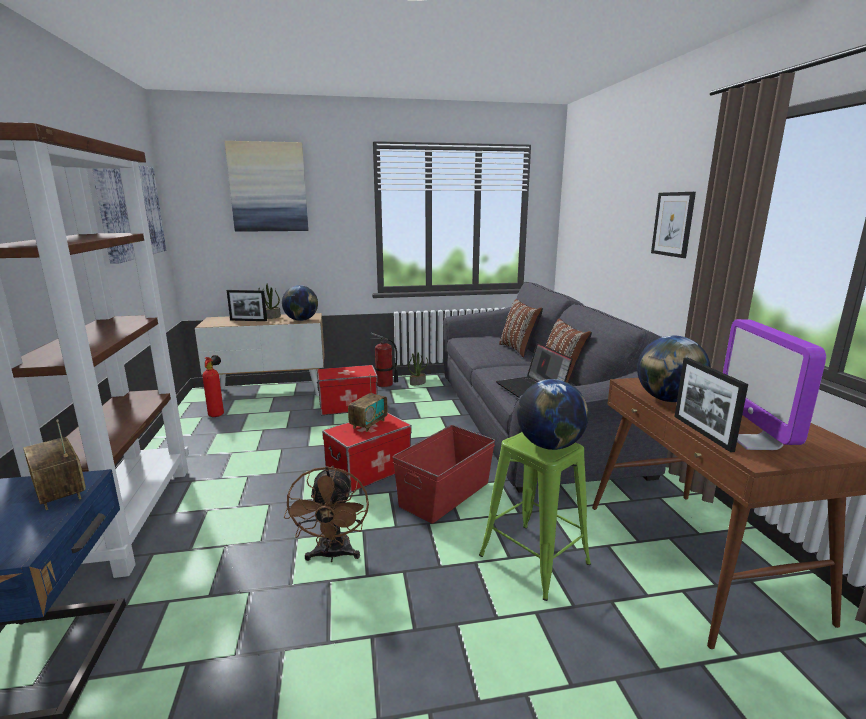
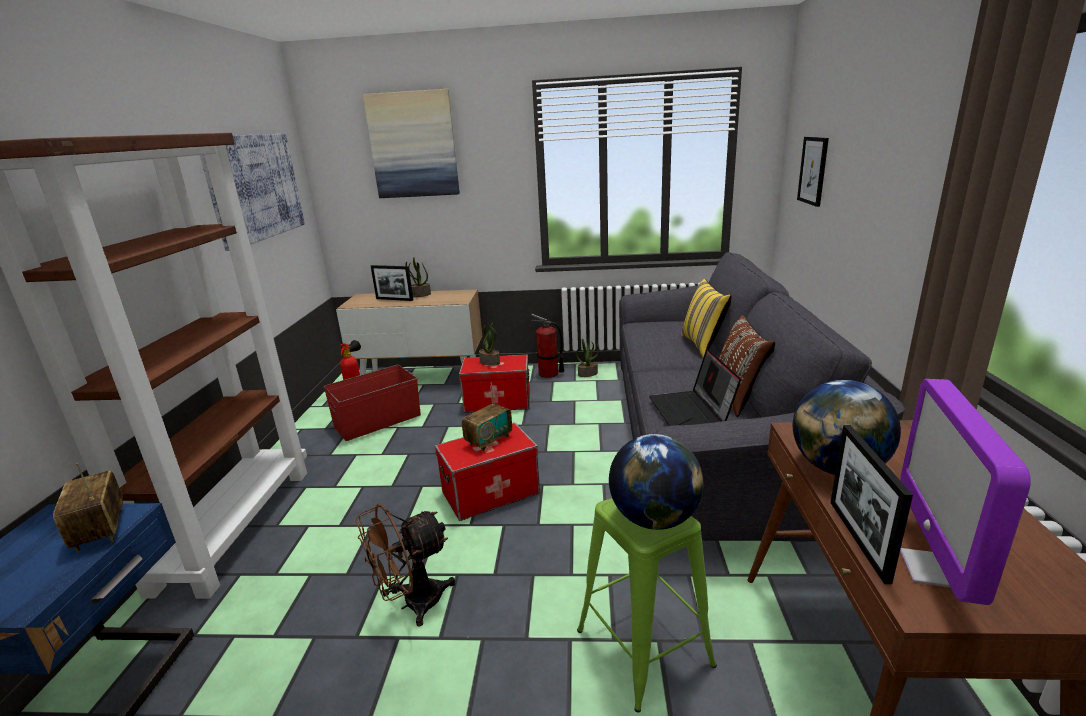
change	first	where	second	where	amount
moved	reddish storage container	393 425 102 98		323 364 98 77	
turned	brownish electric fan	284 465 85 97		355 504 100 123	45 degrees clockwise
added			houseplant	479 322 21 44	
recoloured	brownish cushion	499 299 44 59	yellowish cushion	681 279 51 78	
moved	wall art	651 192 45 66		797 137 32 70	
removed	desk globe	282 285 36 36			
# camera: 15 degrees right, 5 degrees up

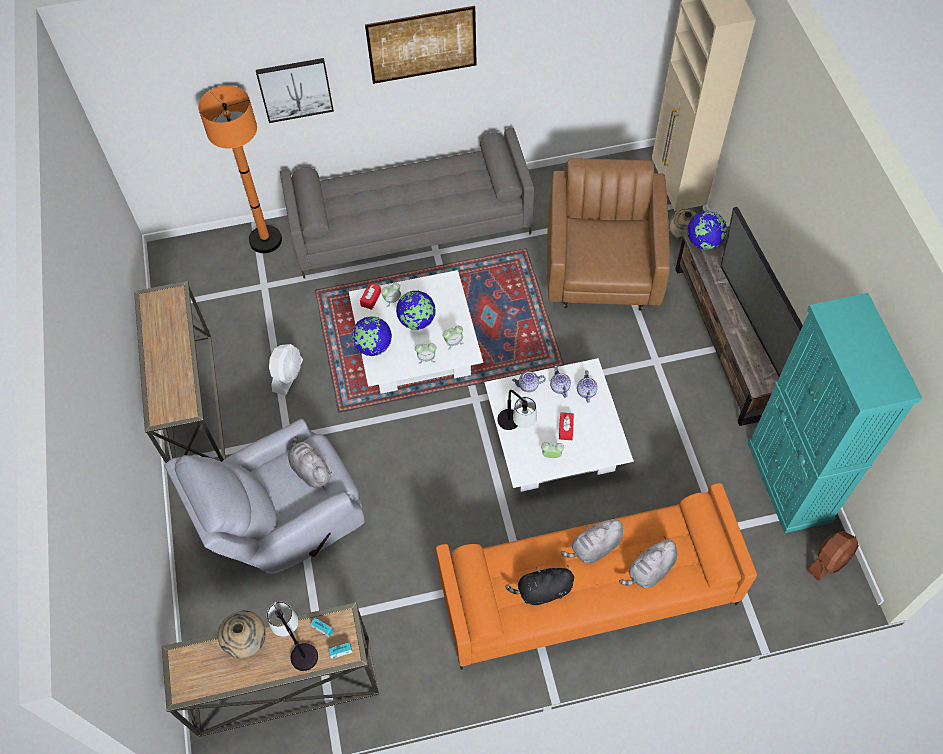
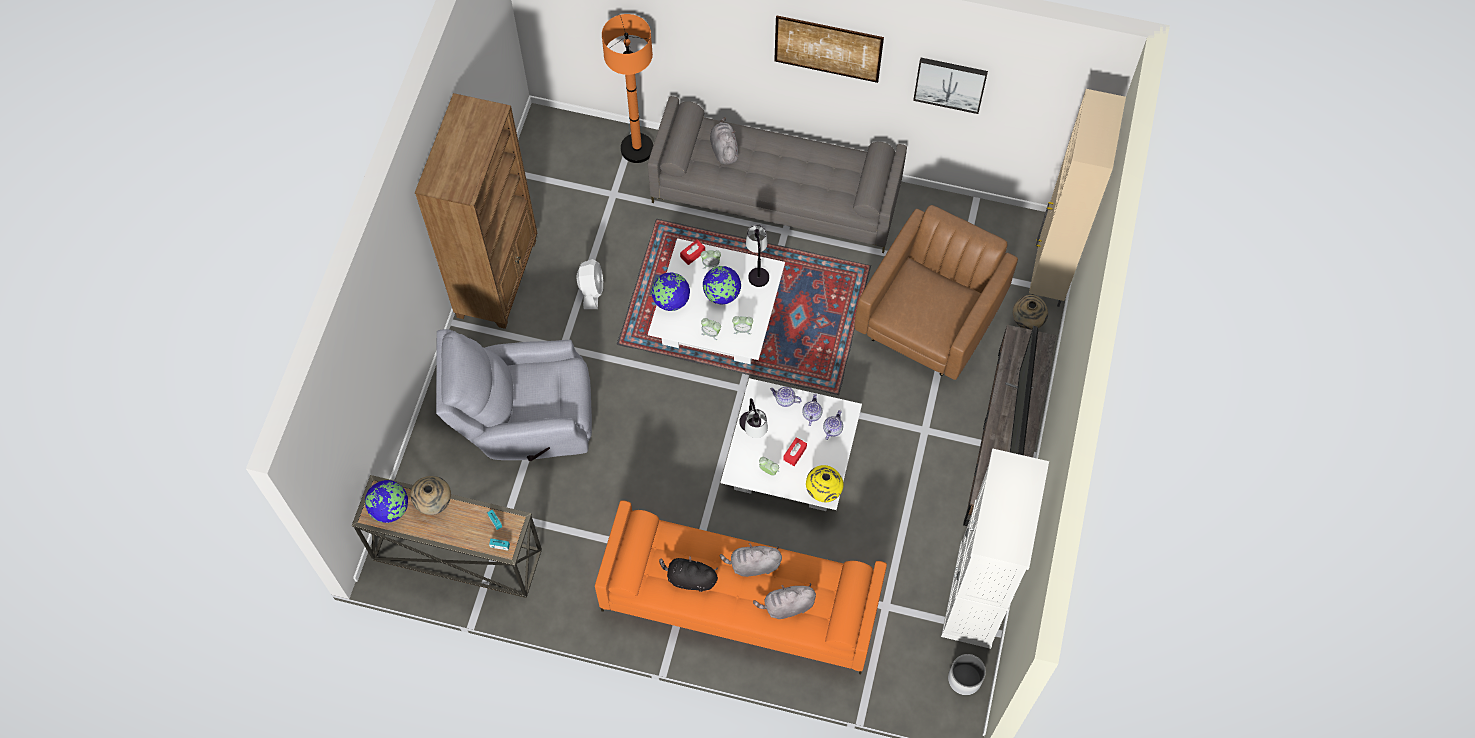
change	first	where	second	where	amount
moved	desk globe	688 211 39 39		365 480 43 43	
replaced	narrow table	134 281 92 182	brownish bookcase	415 93 122 236	
turned	whitish electric fan	269 344 34 52		576 259 27 50	45 degrees counterclockwise
moved	greyish soft toy	288 436 44 52		710 117 29 48	
moved	table lamp	267 601 51 70		746 225 23 62	
added			yellowish decorative vase	806 465 37 37	
moved	wall art	256 58 78 65		913 58 75 56	
recoloured	turquoise-coloured cupboard	748 293 174 240	whitish cupboard	941 449 108 200	
replaced	brownish electric fan	807 531 52 50	whitish planter	948 654 38 41	
# camera: 25 degrees right, 5 degrees up

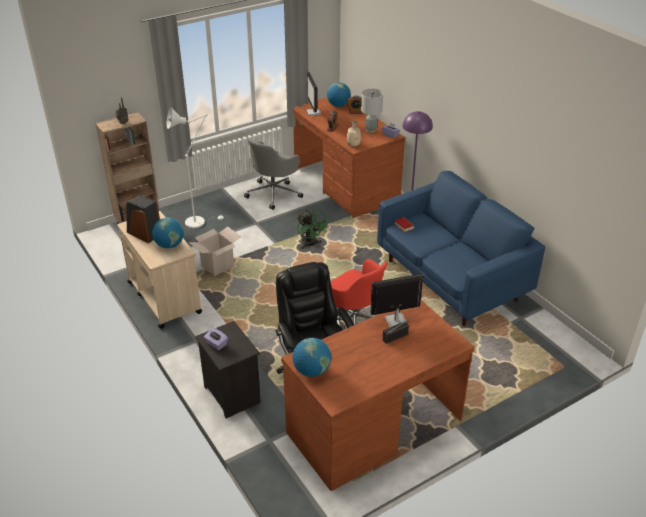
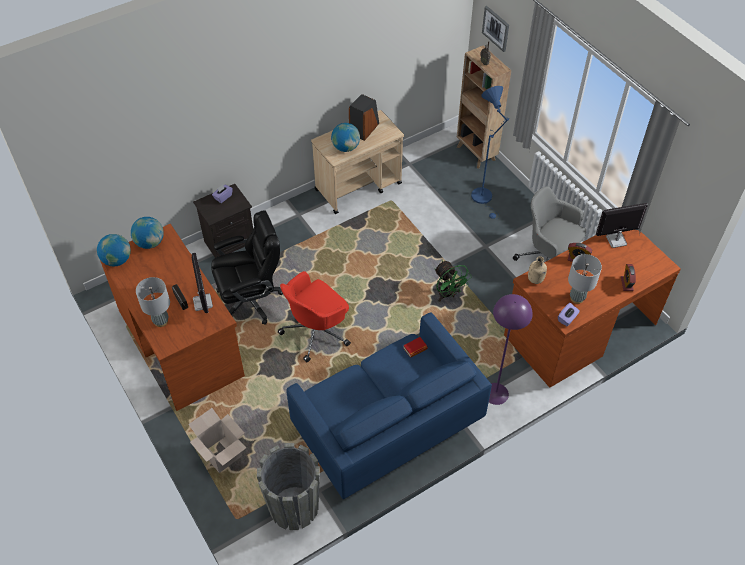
change	first	where	second	where	amount
moved	desk globe	327 82 24 25		97 234 34 32	
added			greyish table lamp	136 277 34 50	
moved	cardboard box	189 227 52 49		188 408 58 65	
added			greyish planter	257 443 63 87	
turned	green electric fan	297 209 33 40		435 261 37 41	90 degrees counterclockwise
recoloured	whitish standing lamp	167 108 57 120	blue standing lamp	471 86 38 133	
added			wall art	482 6 27 46	
# camera: 90 degrees right, 15 degrees up

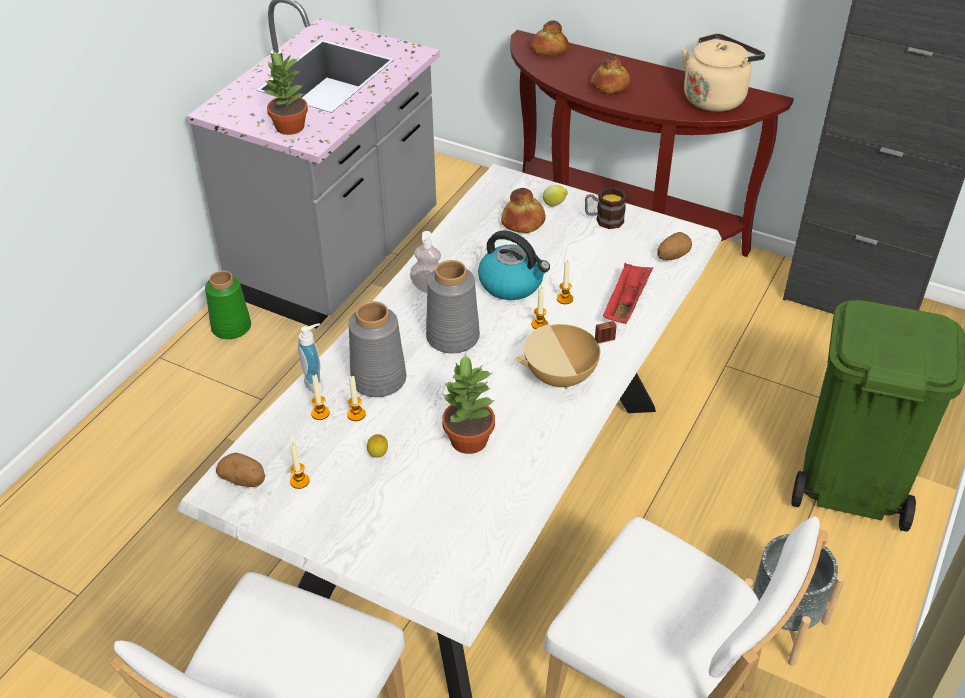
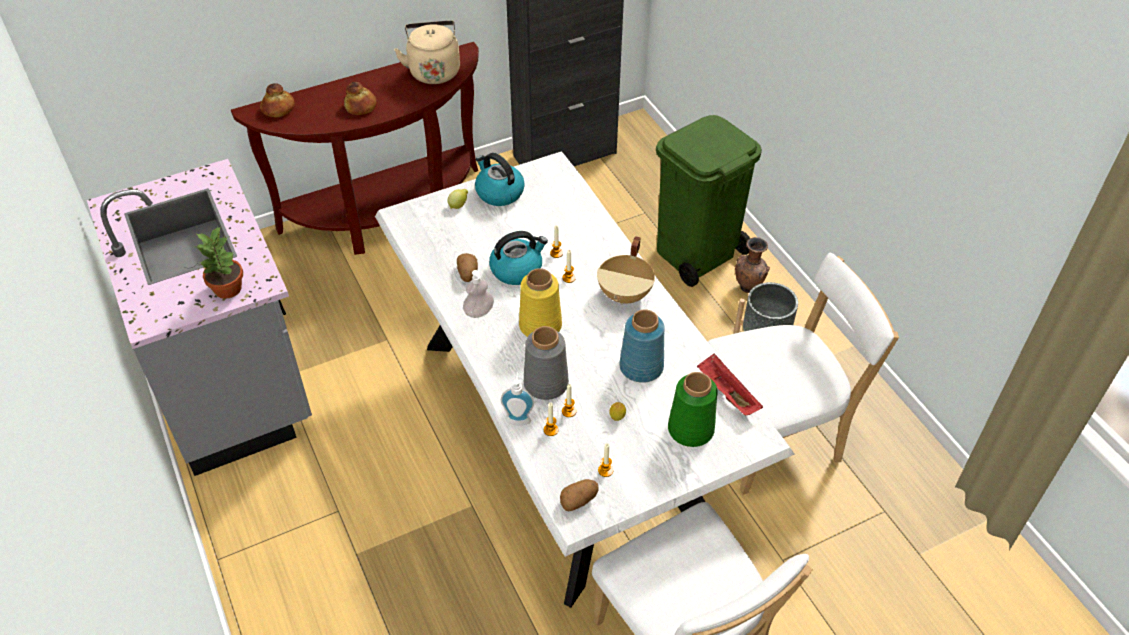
change	first	where	second	where	amount
moved	potato	657 232 35 28		457 253 21 29	
replaced	coffee mug	585 187 42 42	kettle	475 153 50 53	
recoloured	greyish decorative vase	426 260 54 93	yellowish decorative vase	519 268 43 69	
replaced	houseplant	442 354 53 100	blue decorative vase	619 309 46 74	
moved	green decorative vase	205 271 46 68		668 372 50 75	
moved	reddish tray	603 263 50 61		697 353 66 62	
added			brownish decorative vase	735 237 35 56	
removed	bakery bread	501 188 44 45			
# camera: 55 degrees left, 5 degrees up

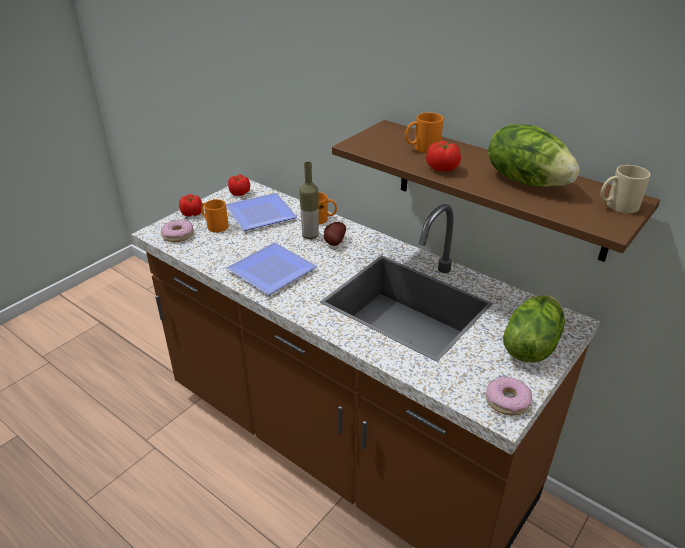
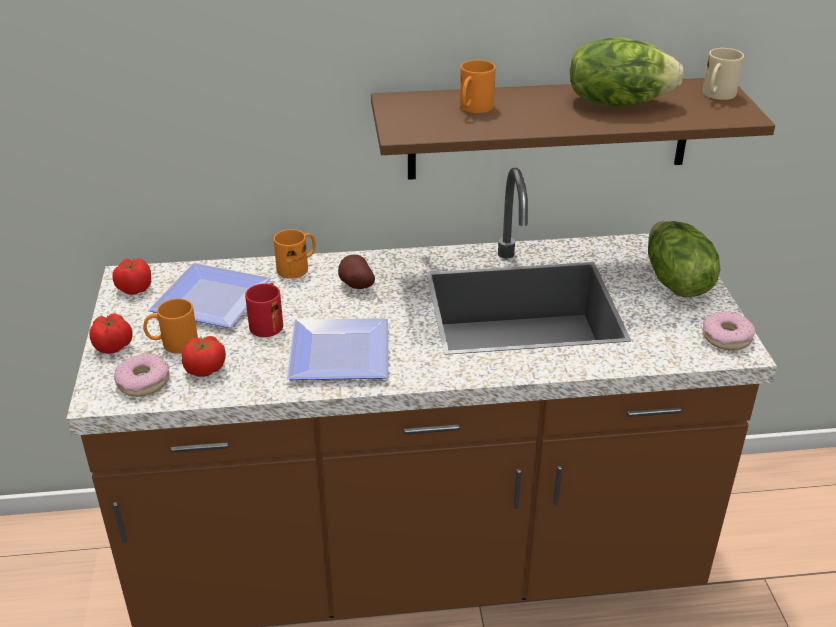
change	first	where	second	where	amount
moved	fresh tomato	426 141 35 31		182 336 44 41	
added			reddish coffee mug	245 283 38 54	
removed	beverage bottle	299 162 20 77			
# camera: 45 degrees left, 0 degrees up

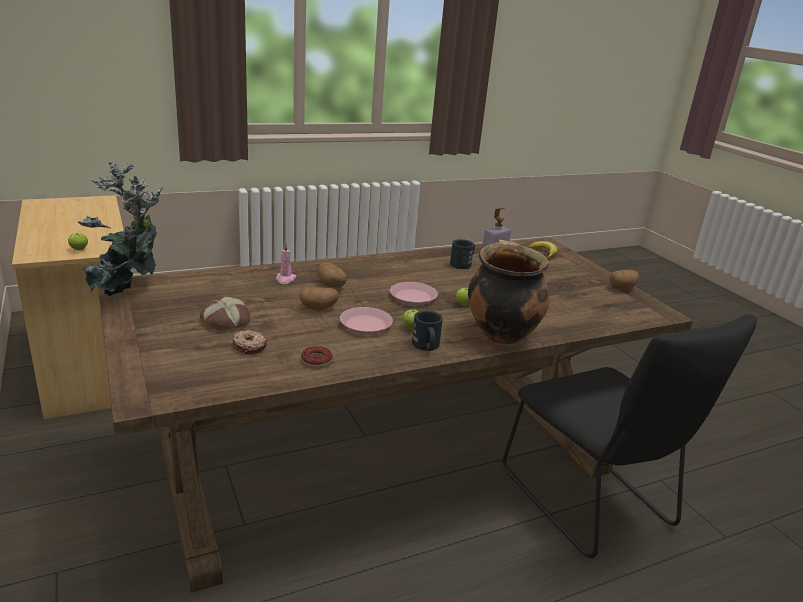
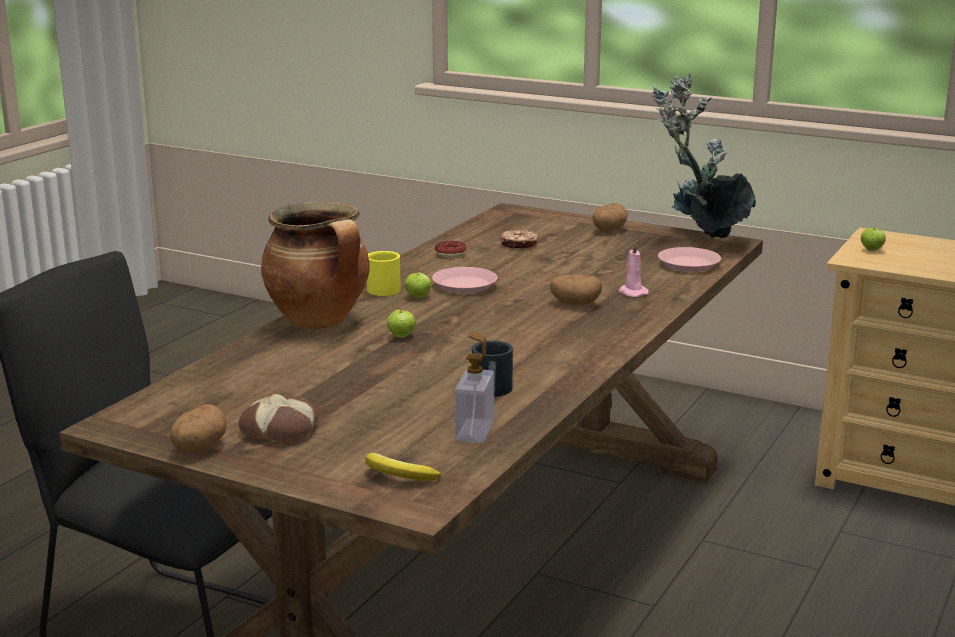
change	first	where	second	where	amount
moved	bakery bread	200 296 50 35		239 394 80 49	
recoloured	black-coloured coffee mug	412 310 31 41	yellowish coffee mug	367 251 34 45	
moved	potato	300 287 39 23		592 203 36 29	
moved	pink flat dish	390 282 48 23		658 247 63 25	
# camera: 145 degrees right, 5 degrees down

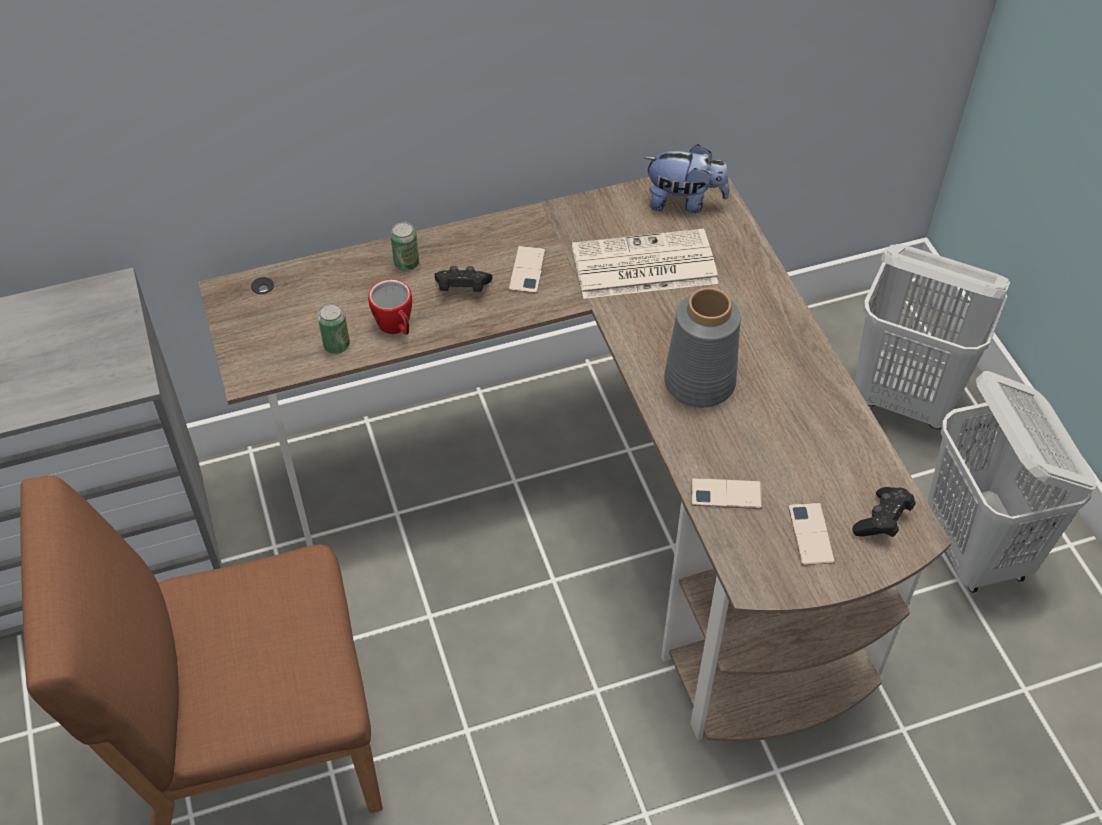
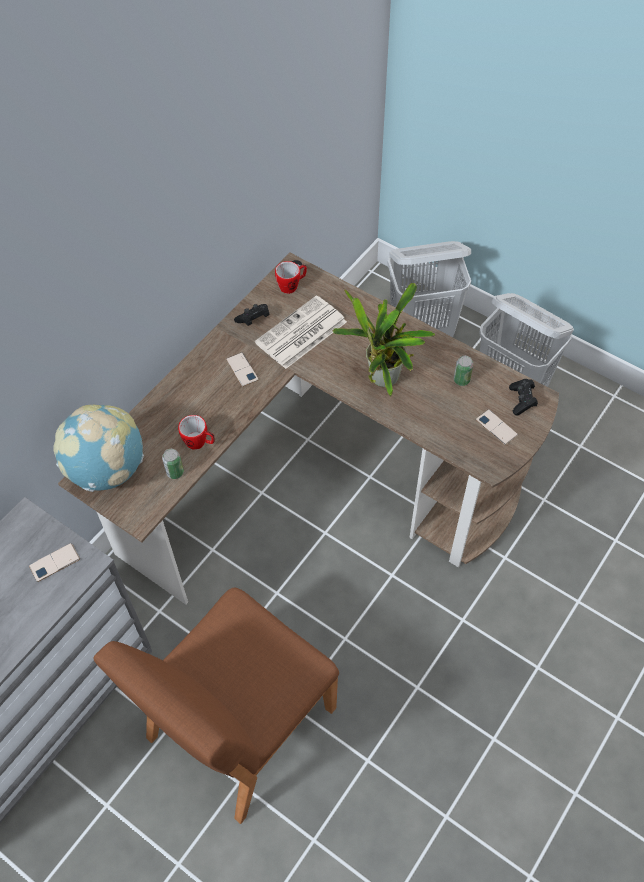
change	first	where	second	where	amount
moved	handset	691 478 71 31		29 543 51 39	
added			desk globe	53 405 91 87	
moved	black-coloured gamepad	435 266 58 26		234 304 36 22	
replaced	soft toy	644 144 86 69	coffee mug	275 261 32 33	
replaced	greyish decorative vase	664 287 77 120	houseplant	332 283 103 114	
moved	can	390 222 29 49		454 356 19 30	
# camera: 35 degrees left, 5 degrees up

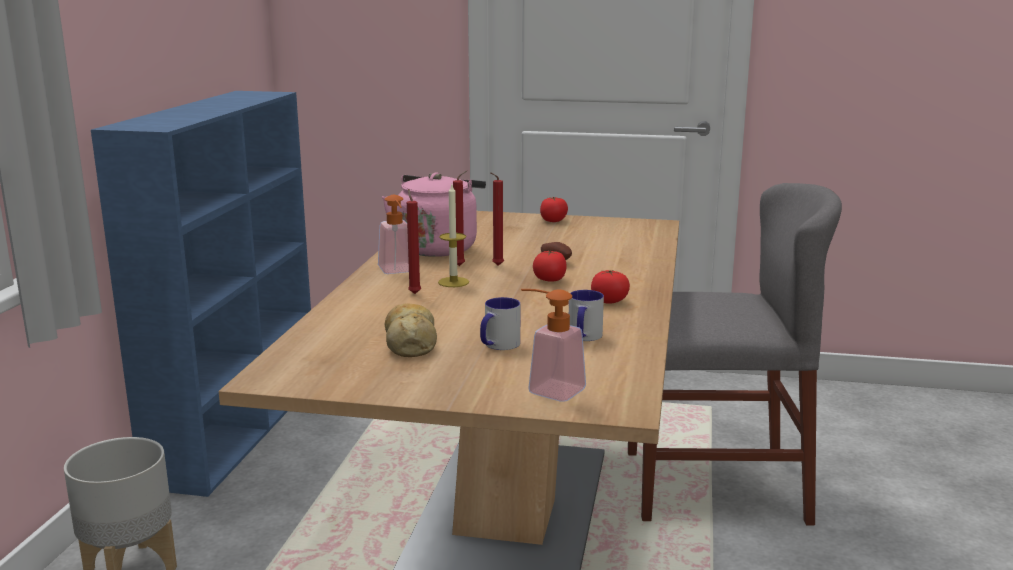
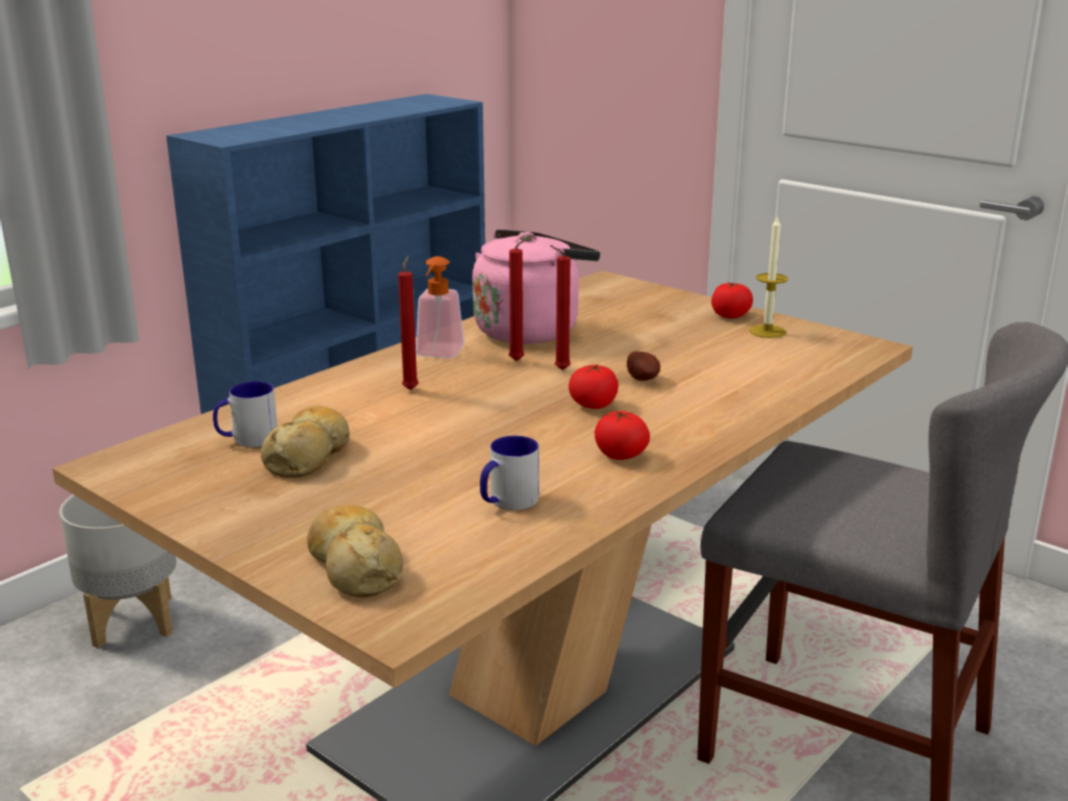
change	first	where	second	where	amount
moved	coffee mug	480 297 40 53		213 381 65 66	
replaced	liquid soap bottle	521 289 65 113	bakery bread	307 505 96 92	
moved	wax candle	438 185 31 102		749 215 39 123	
# camera: 30 degrees right, 5 degrees up

